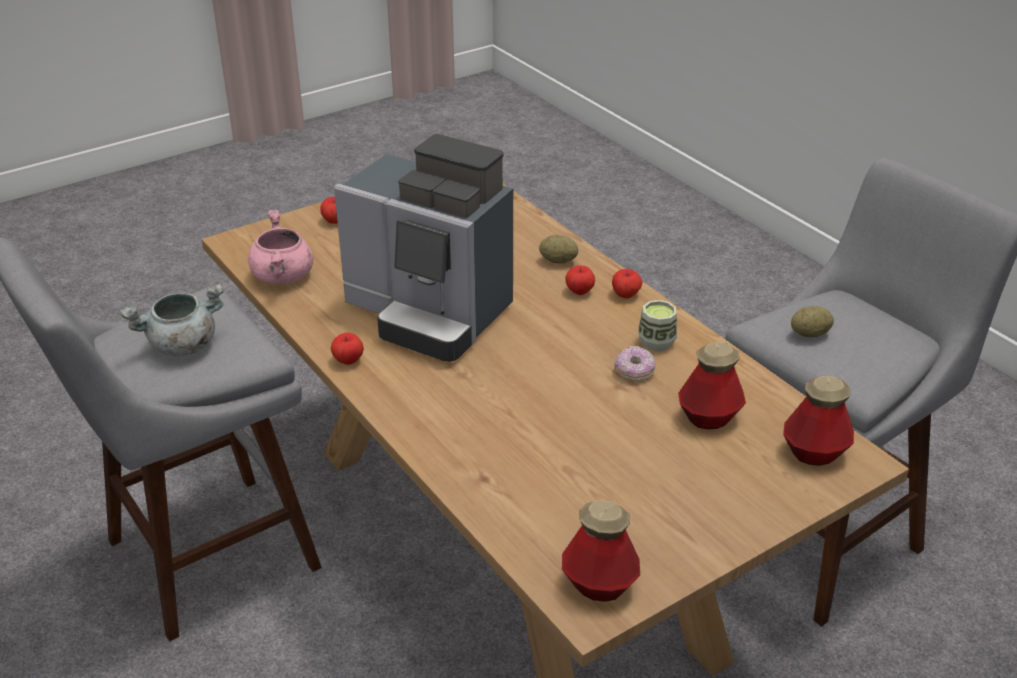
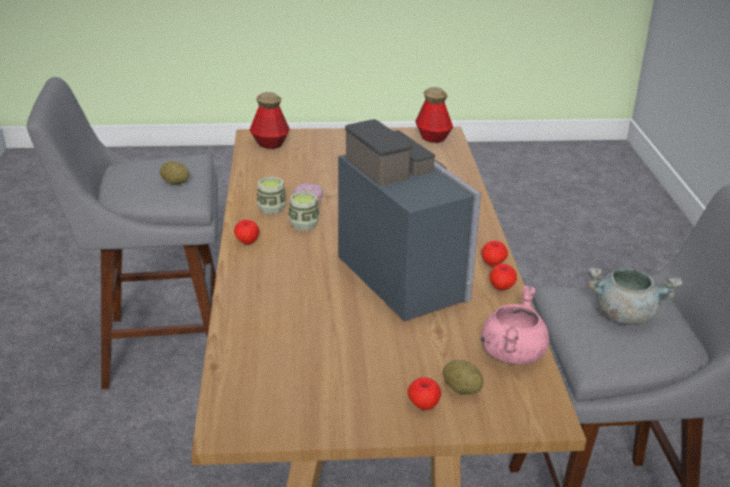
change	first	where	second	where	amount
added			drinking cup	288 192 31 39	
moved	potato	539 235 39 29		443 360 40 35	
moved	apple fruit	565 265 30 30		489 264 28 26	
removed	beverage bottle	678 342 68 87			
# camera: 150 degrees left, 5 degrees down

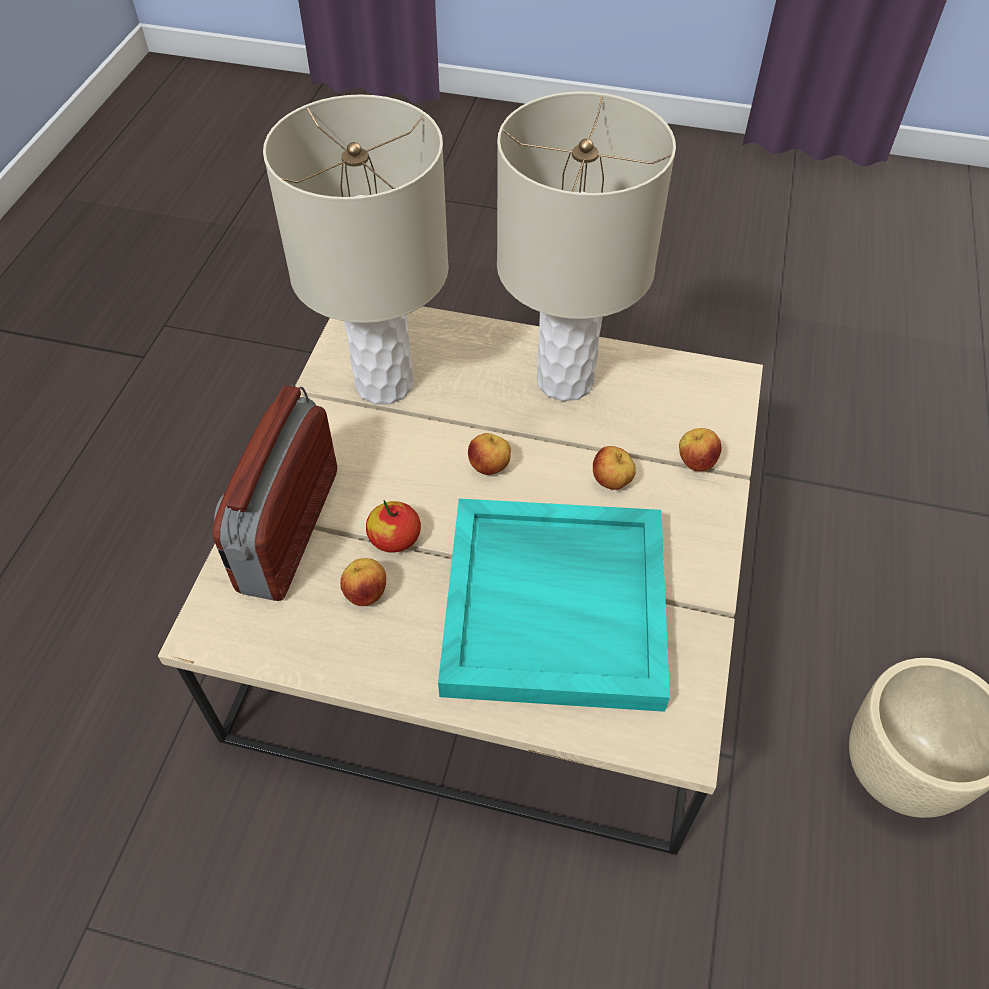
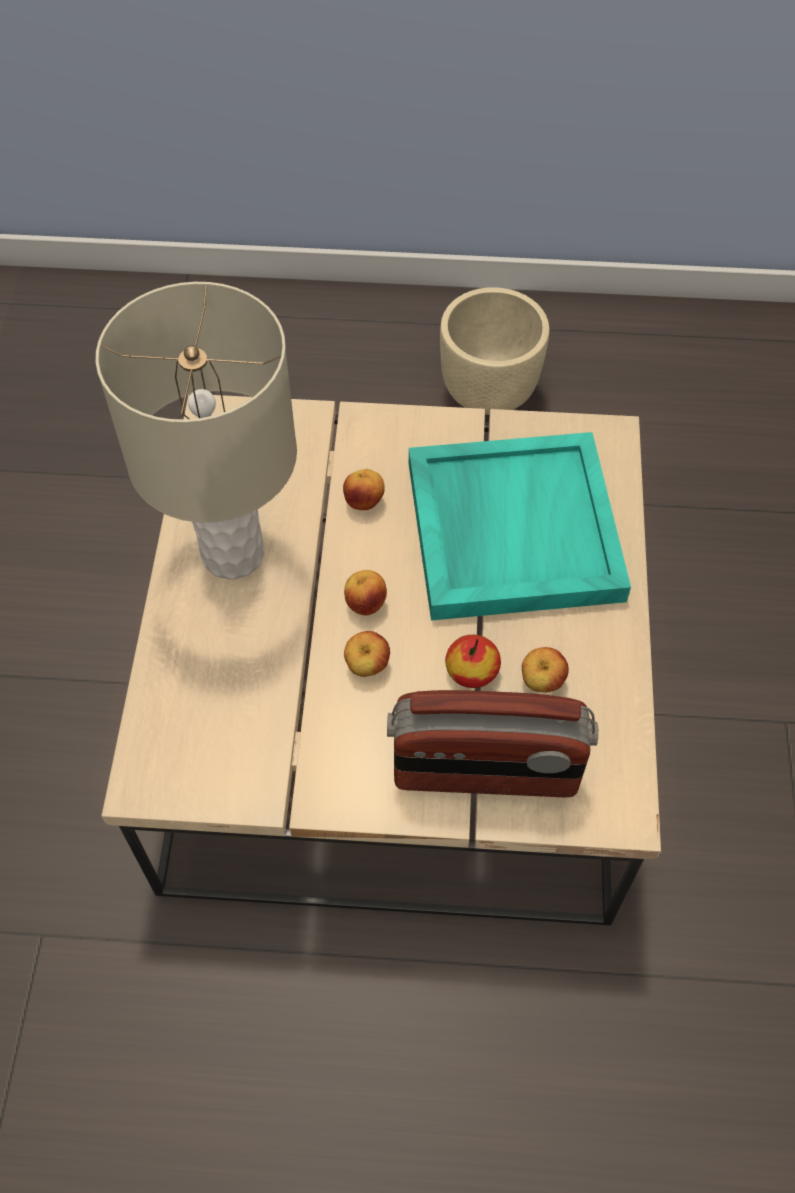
change	first	where	second	where	amount
moved	apple fruit	679 428 43 43		344 631 46 46	
removed	beige-coloured table lamp	263 94 186 310			
# camera: 100 degrees left, 5 degrees up

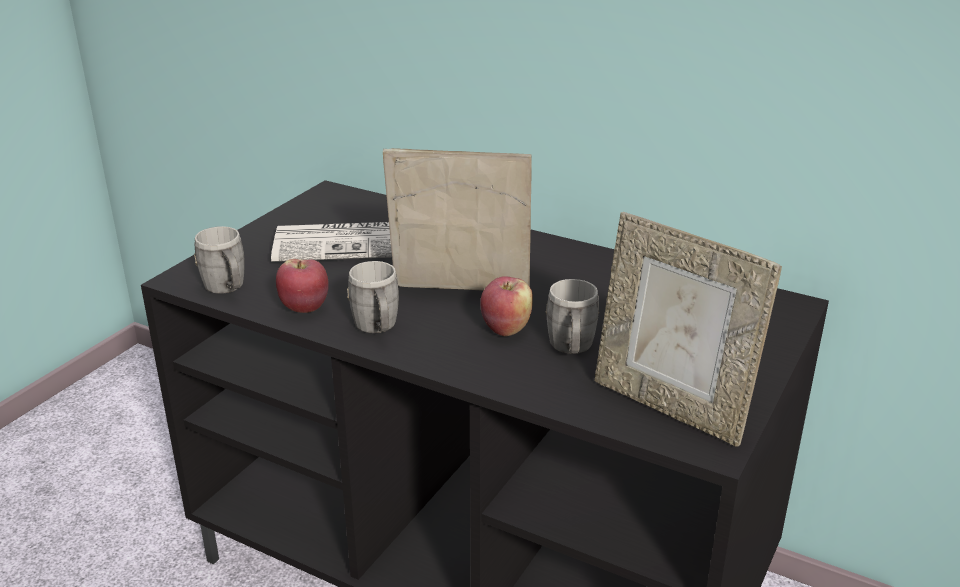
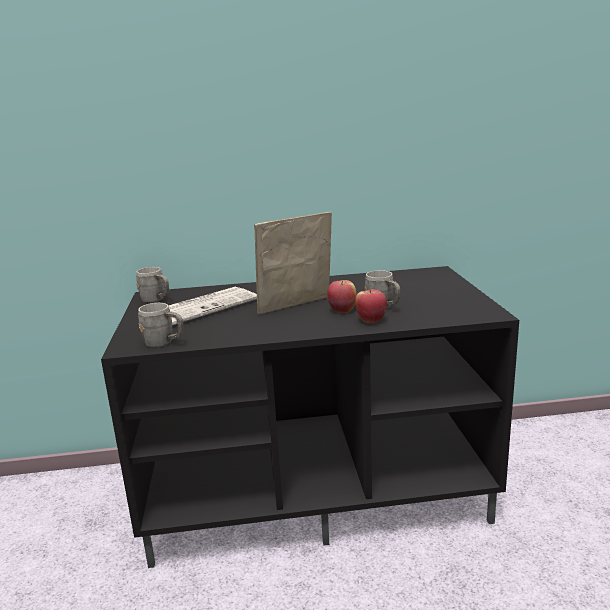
change	first	where	second	where	amount
moved	greyish coffee mug	347 261 52 72		136 267 33 36	
moved	apple fruit	276 259 53 54		355 289 32 34	
removed	photo frame	595 212 187 235			
# camera: 35 degrees left, 10 degrees down

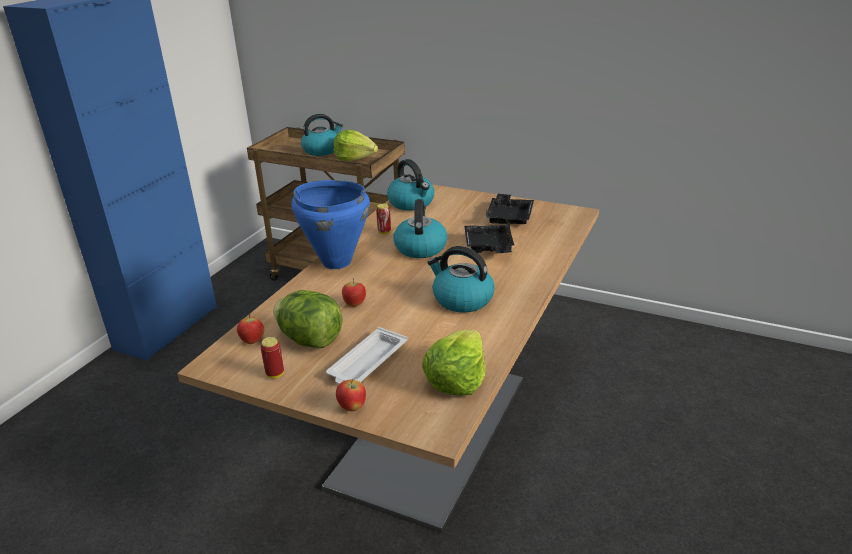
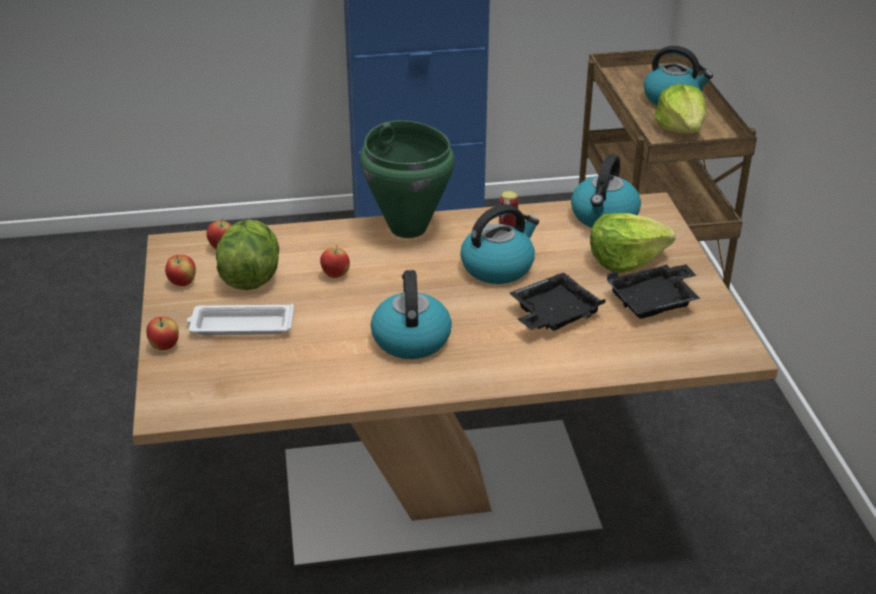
change	first	where	second	where	amount
replaced	can	260 337 24 41	apple fruit	165 255 31 31	
recoloured	blue cooking pot	291 180 79 89	green cooking pot	360 120 95 118	
moved	lettuce head	422 329 63 67		590 213 85 60	
# camera: 55 degrees right, 5 degrees up

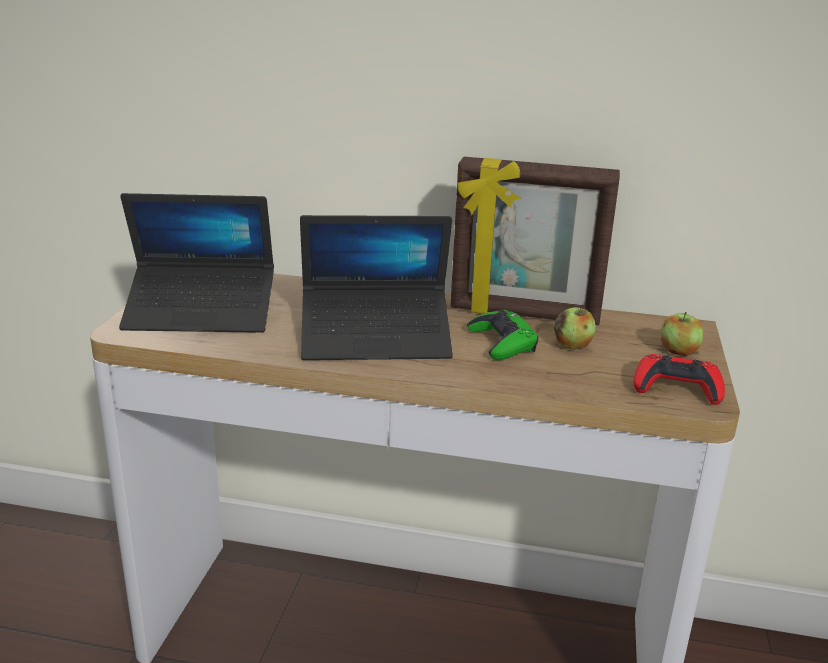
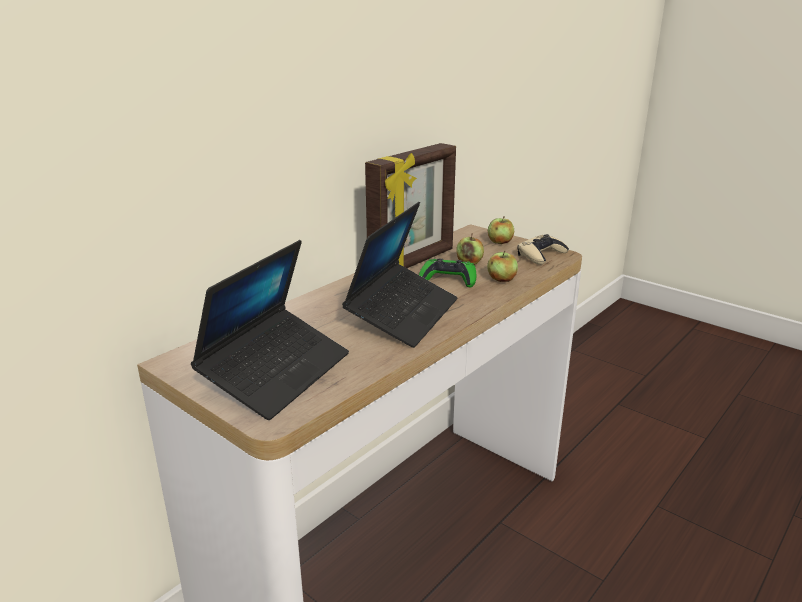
change	first	where	second	where	amount
added			apple fruit	487 251 31 31	
recoloured	reddish gamepad	634 354 91 51	beige-coloured gamepad	517 234 52 31	
# camera: 60 degrees left, 0 degrees up

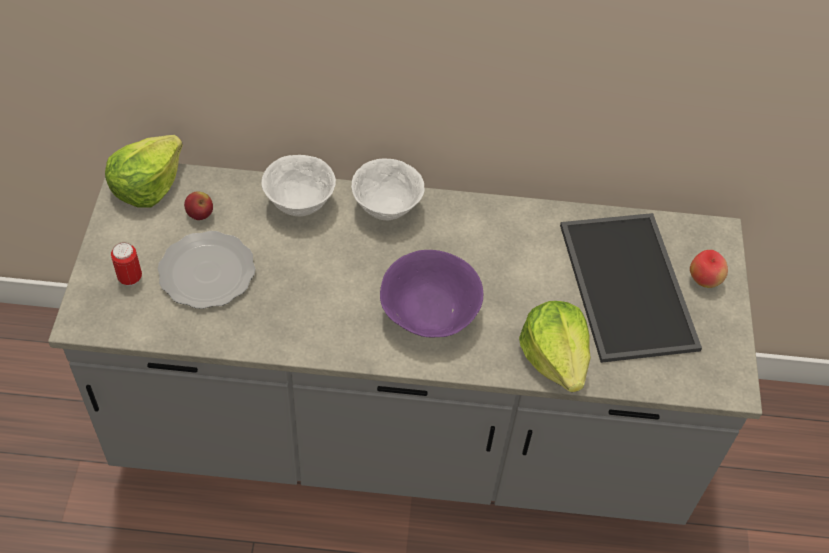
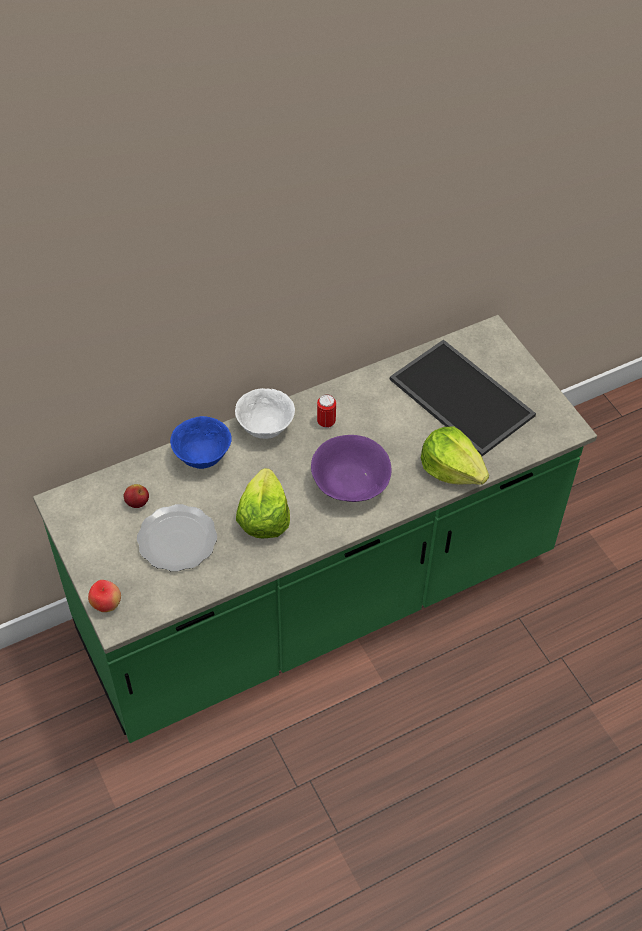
change	first	where	second	where	amount
recoloured	greyish kitchen base unit	48 163 714 362	green kitchen base unit	33 315 564 428	
moved	apple fruit	690 250 38 38		88 580 33 32	
recoloured	whitish bowl	261 155 75 61	blue bowl	170 416 62 53	
moved	lettuce head	105 135 78 73		236 468 54 70	
moved	can	111 242 31 44		317 394 19 34	
# camera: 30 degrees left, 0 degrees up

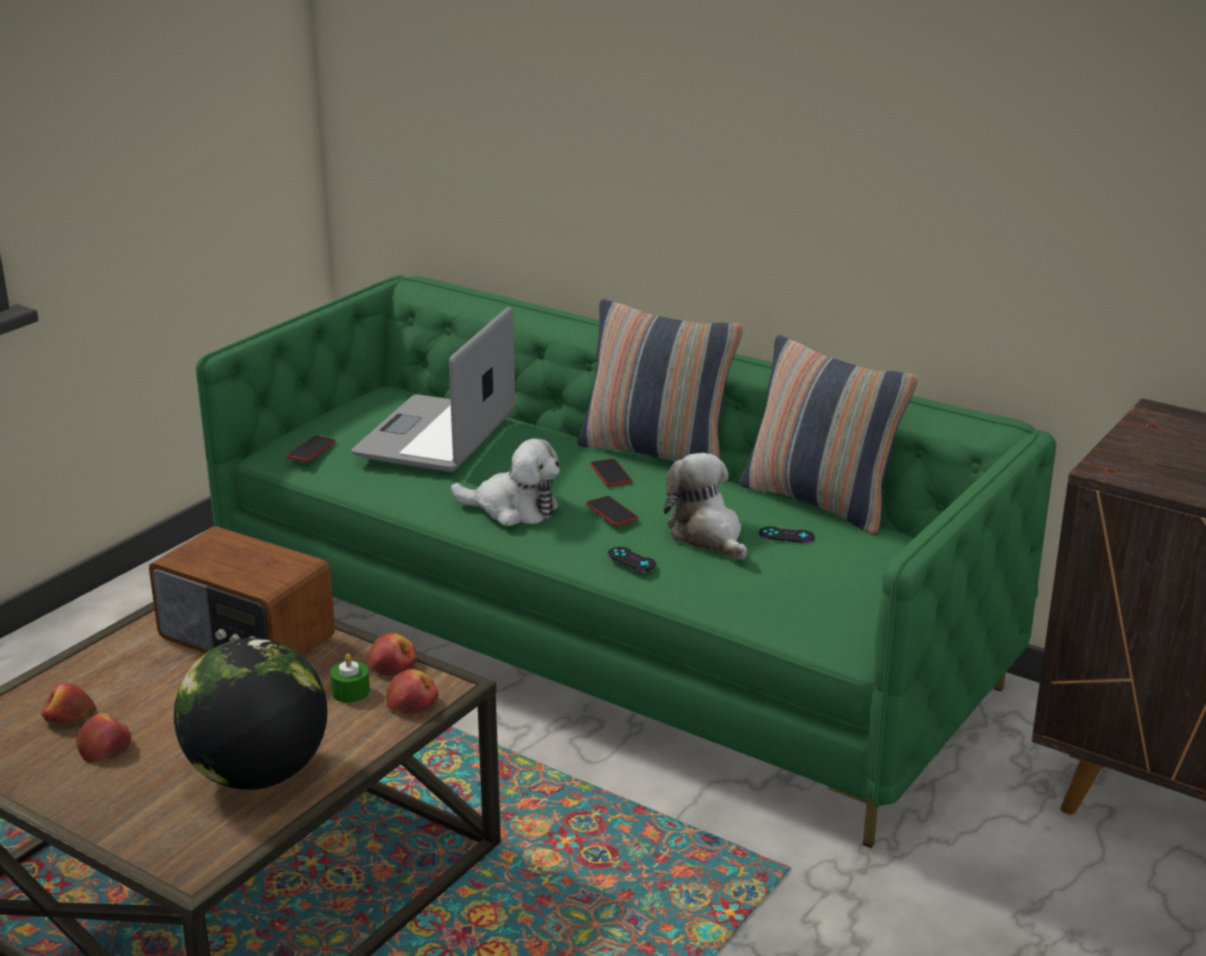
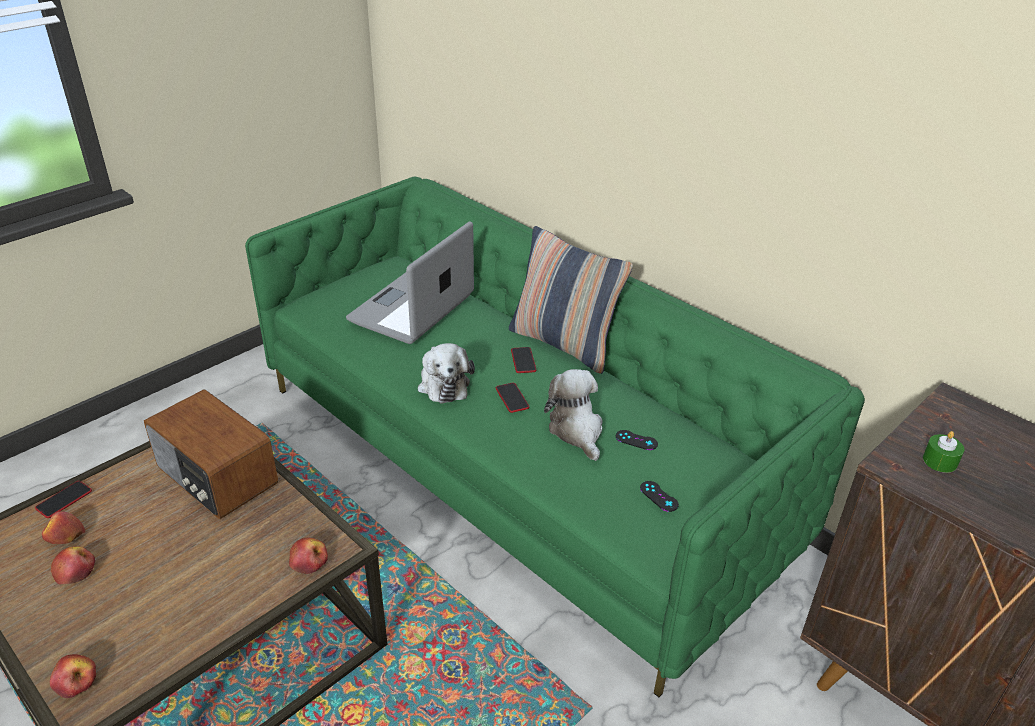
change	first	where	second	where	amount
moved	handset	286 436 50 26		35 481 57 37	
moved	apple fruit	368 633 49 43		50 654 46 44	
turned	soft toy	451 438 109 88		418 343 57 61	45 degrees clockwise
moved	black-coloured gamepad	608 547 48 24		640 481 39 31	
moved	green wax candle	330 653 40 50		923 431 42 42	
removed	desk globe	174 638 153 152			
removed	cushion	740 335 178 200			
# camera: 10 degrees right, 10 degrees up

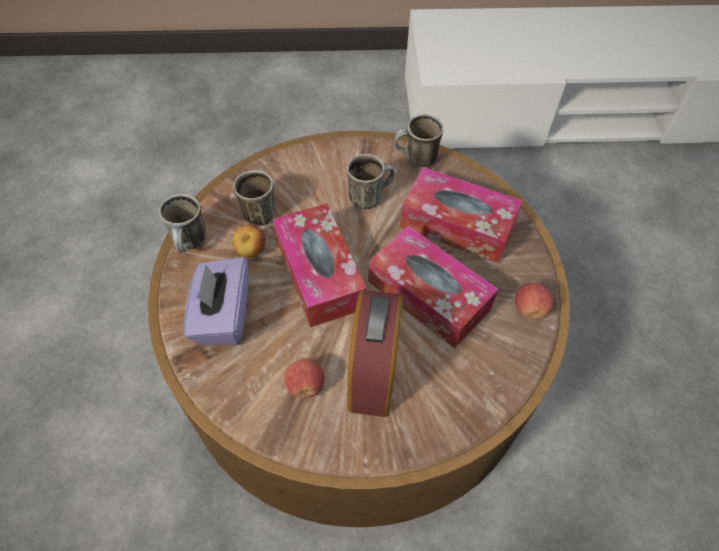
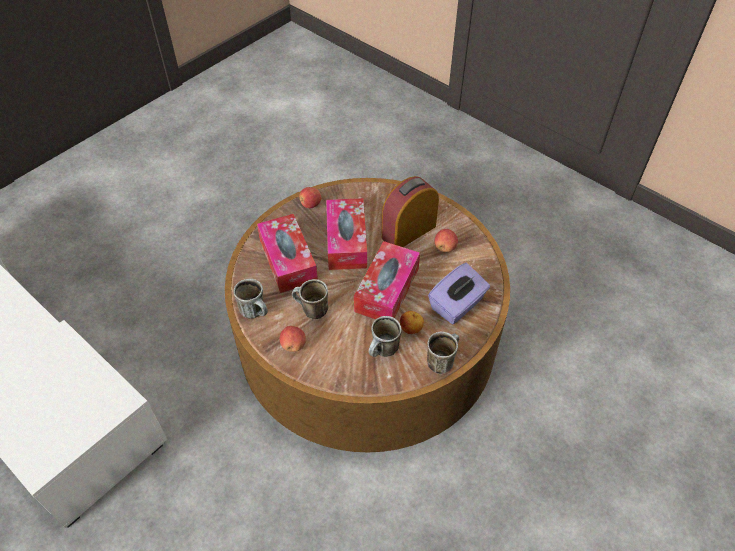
change	first	where	second	where	amount
added			apple fruit	280 326 26 26	
# camera: 135 degrees left, 5 degrees down

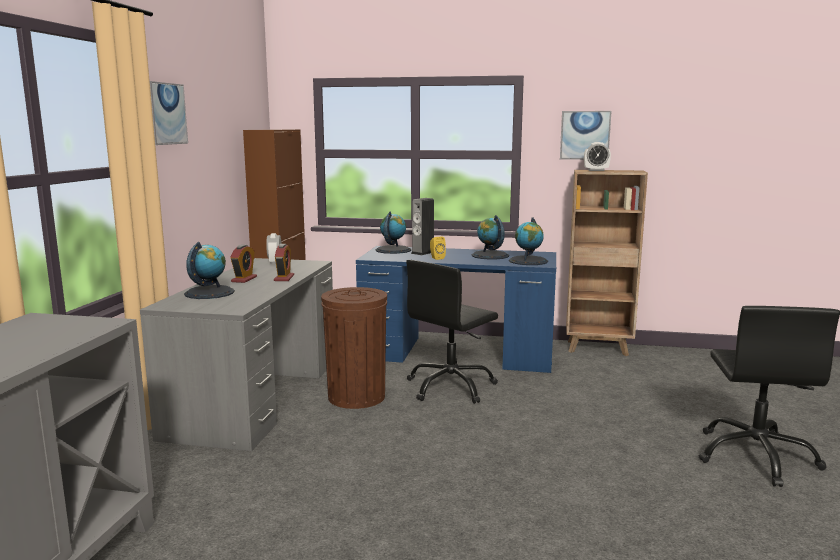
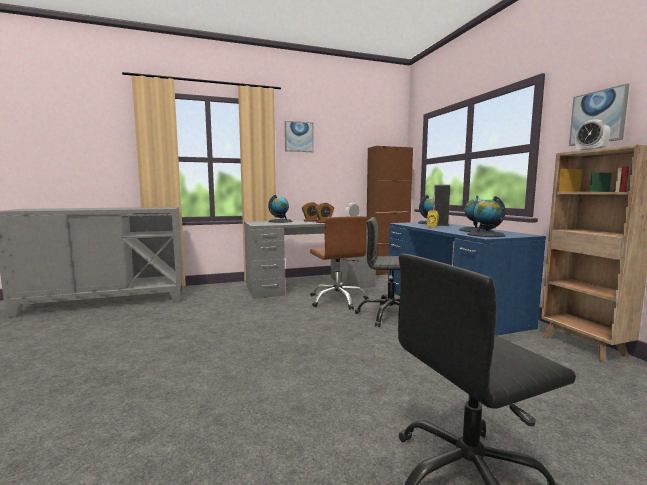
change	first	where	second	where	amount
replaced	brownish waste bin	321 287 66 122	brownish computer chair	310 216 59 94	
# camera: 60 degrees right, 5 degrees down

